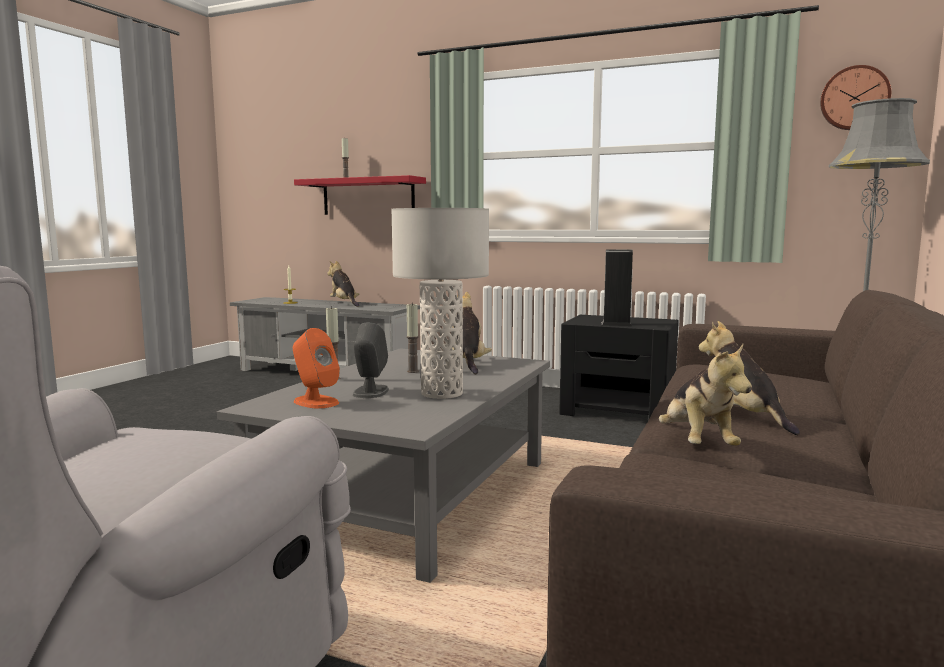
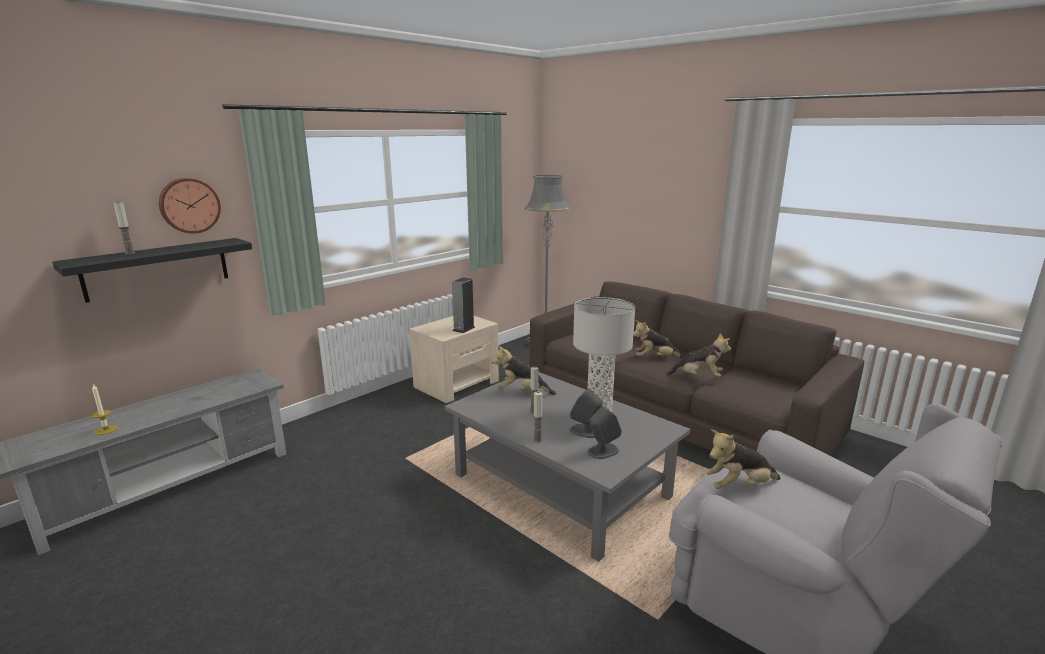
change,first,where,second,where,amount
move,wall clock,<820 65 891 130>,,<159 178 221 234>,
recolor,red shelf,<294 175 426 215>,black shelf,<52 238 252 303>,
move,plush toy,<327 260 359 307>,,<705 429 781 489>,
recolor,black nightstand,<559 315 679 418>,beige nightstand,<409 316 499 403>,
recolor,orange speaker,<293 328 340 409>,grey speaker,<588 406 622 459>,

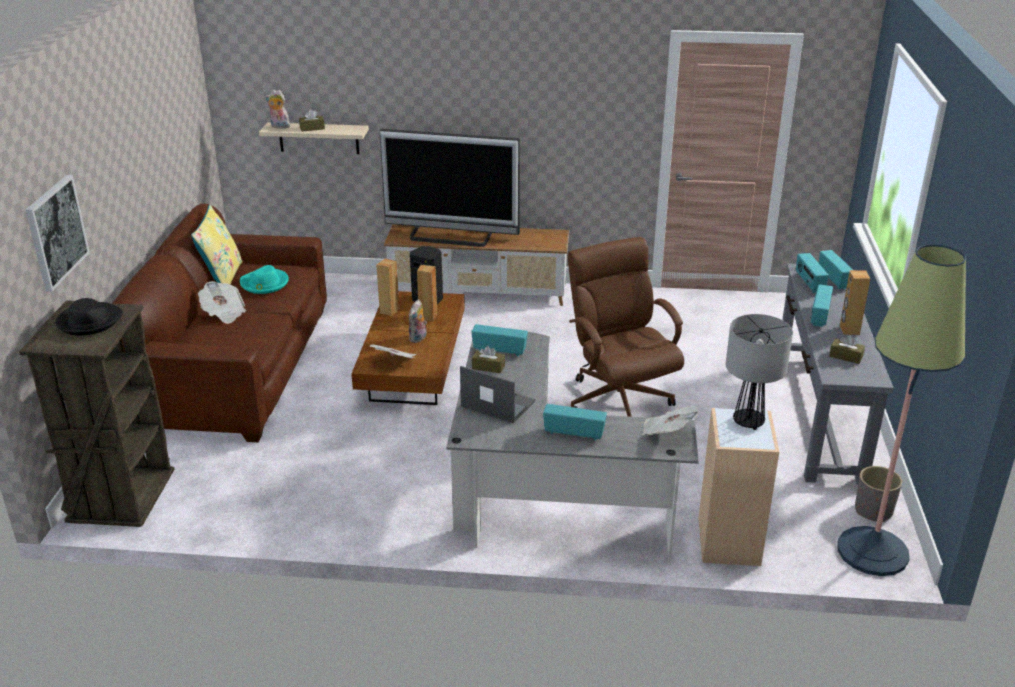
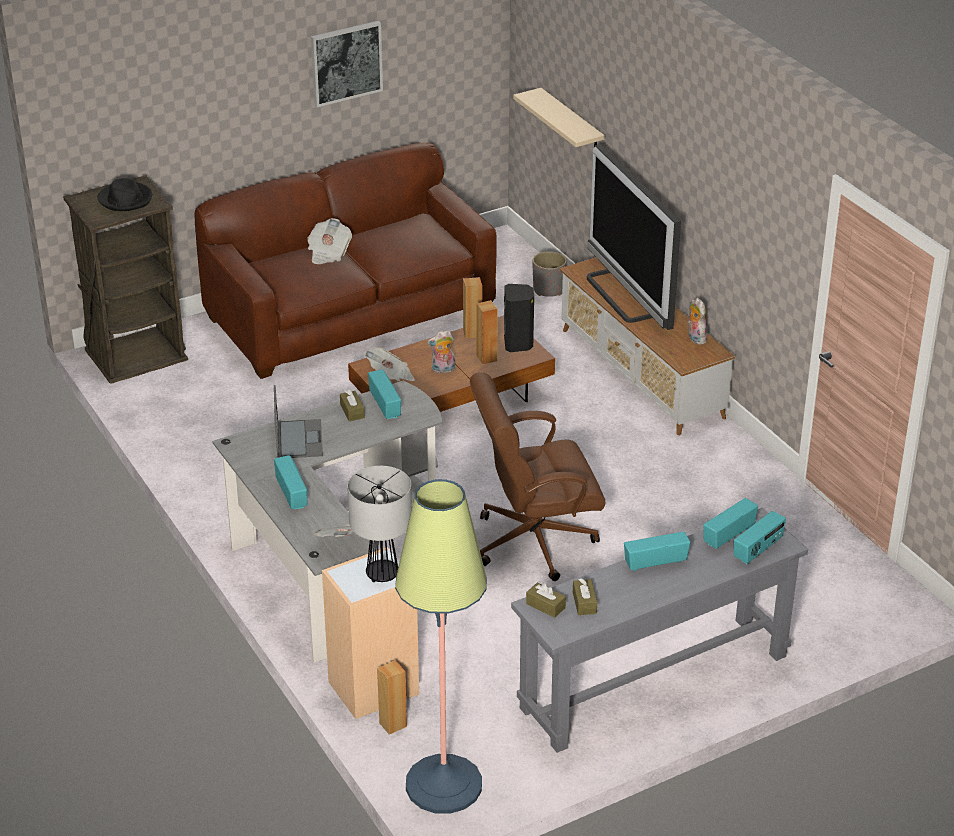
change,first,where,second,where,amount
move,plush toy,<265 90 290 129>,,<687 298 707 345>,
move,brown tissue box,<299 109 325 132>,,<526 583 566 618>,
move,picture,<26 175 90 292>,,<311 21 383 107>,
delete,yellow pillow,<191 205 243 284>,,,
rotate,brown office chair,<568 237 684 417>,,<470 372 606 581>,135 degrees counterclockwise
delete,turquoise hat,<240 265 289 294>,,,
move,brown speaker,<840 270 871 335>,,<377 660 407 734>,
move,grey planter,<855 466 902 522>,,<533 251 567 297>,

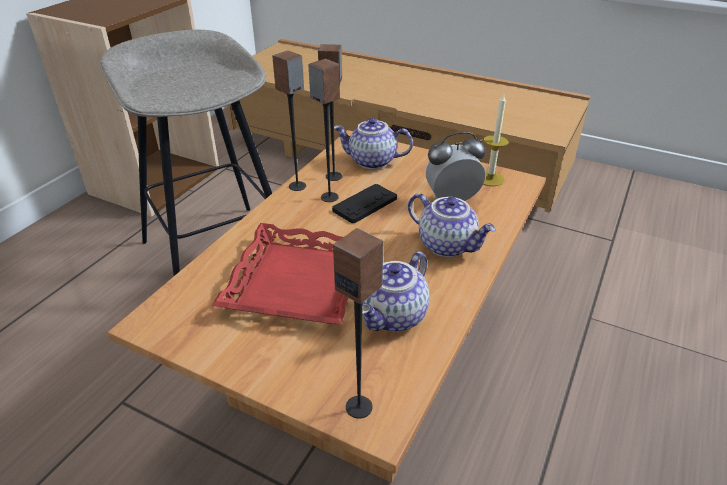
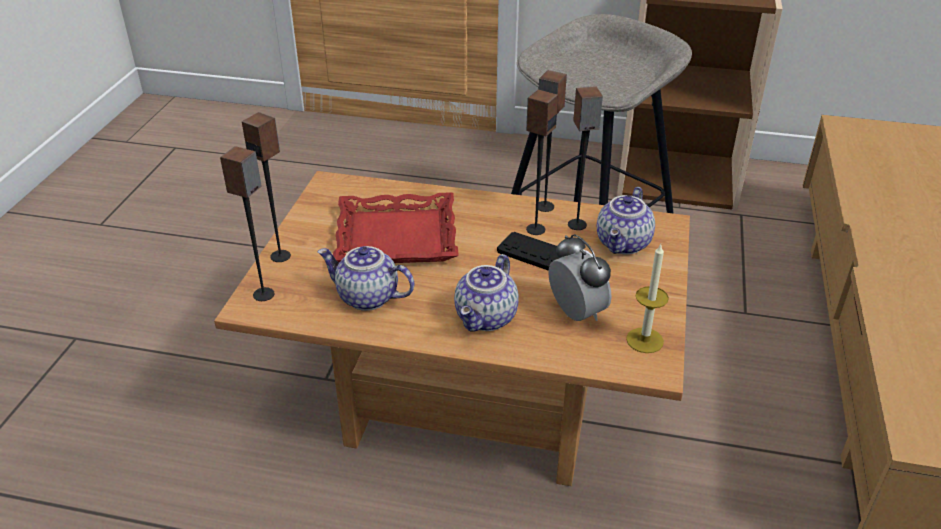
change,first,where,second,where,amount
rotate,teapot,<334 118 413 169>,,<597 187 655 255>,150 degrees counterclockwise
insert,,,speaker,<242 112 291 262>,

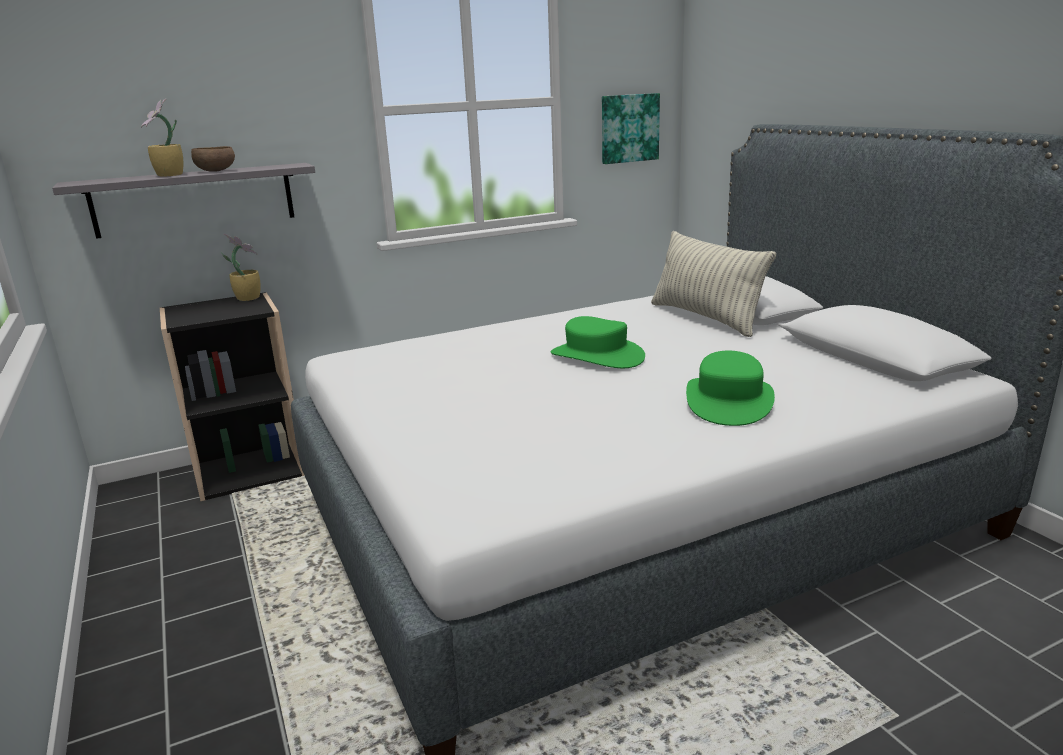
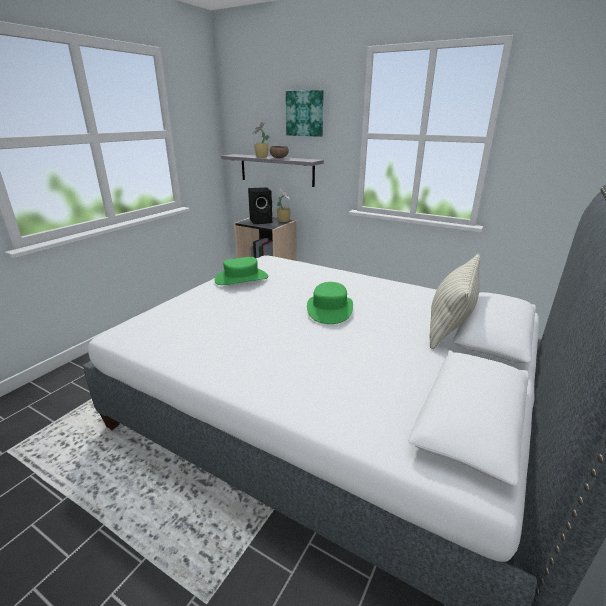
change,first,where,second,where,amount
move,picture,<602 93 660 164>,,<286 90 324 137>,
move,green hat,<686 351 775 426>,,<214 257 268 285>,
insert,,,black speaker,<248 187 272 224>,

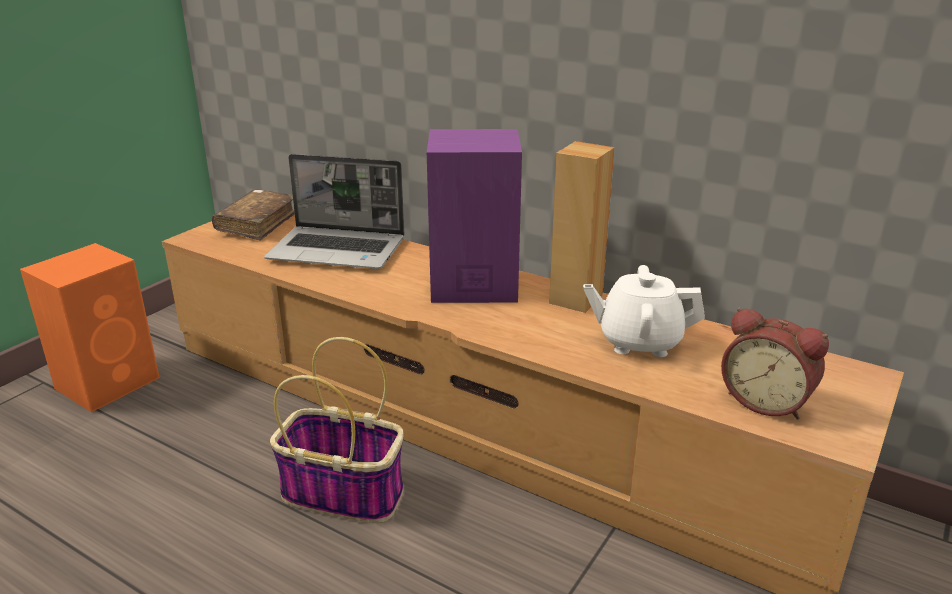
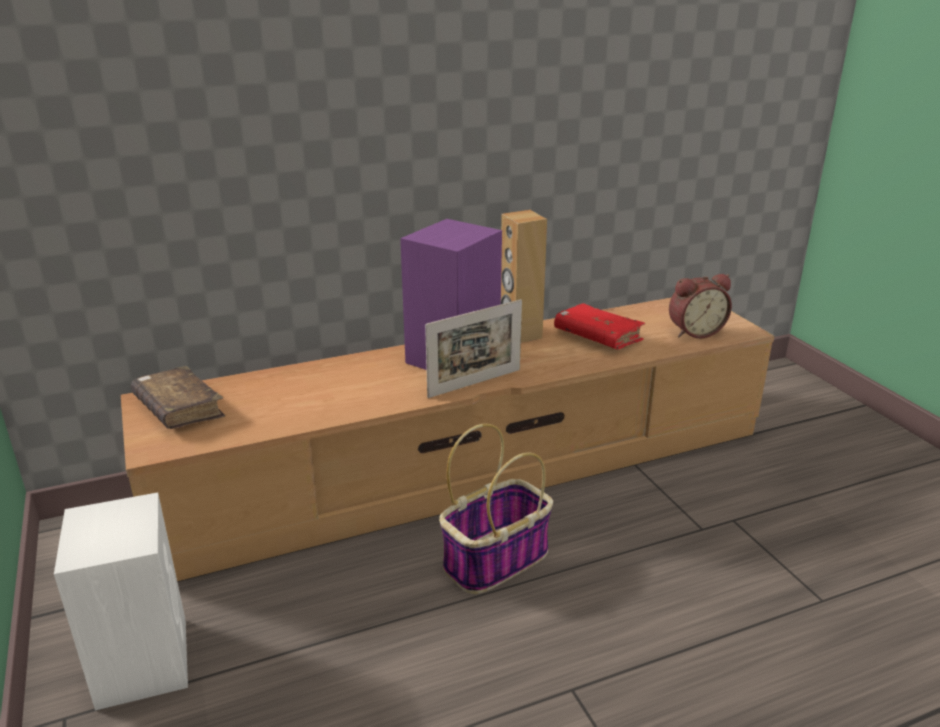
change,first,where,second,where,amount
delete,laptop,<264 154 404 269>,,,
recolor,orange speaker,<20 243 160 412>,white speaker,<54 492 188 711>,
replace,white teapot,<583 265 705 357>,red book,<554 303 645 349>,
insert,,,picture frame,<425 299 522 398>,

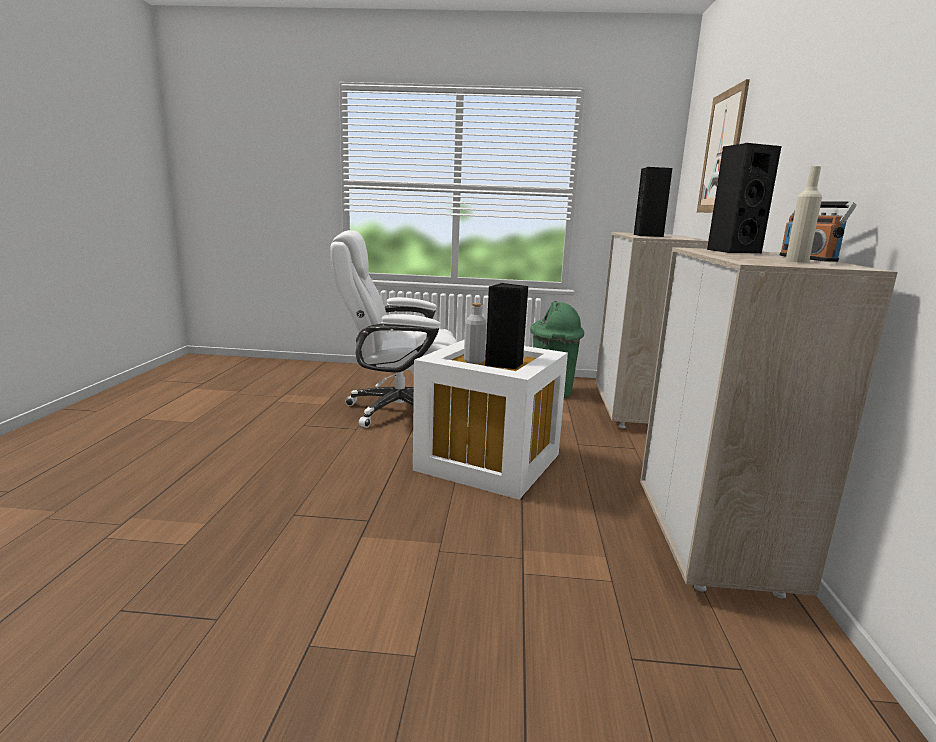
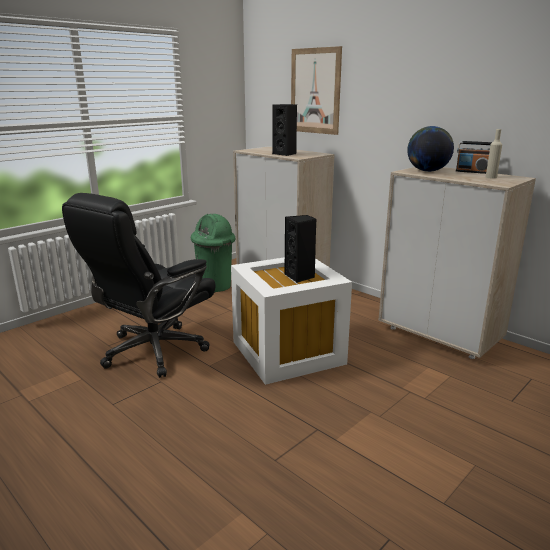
change,first,where,second,where,amount
replace,black speaker,<707 143 782 253>,globe,<407 126 454 172>,
recolor,white office chair,<330 230 457 428>,black office chair,<62 193 215 378>,
delete,grey bottle,<464 303 487 364>,,,

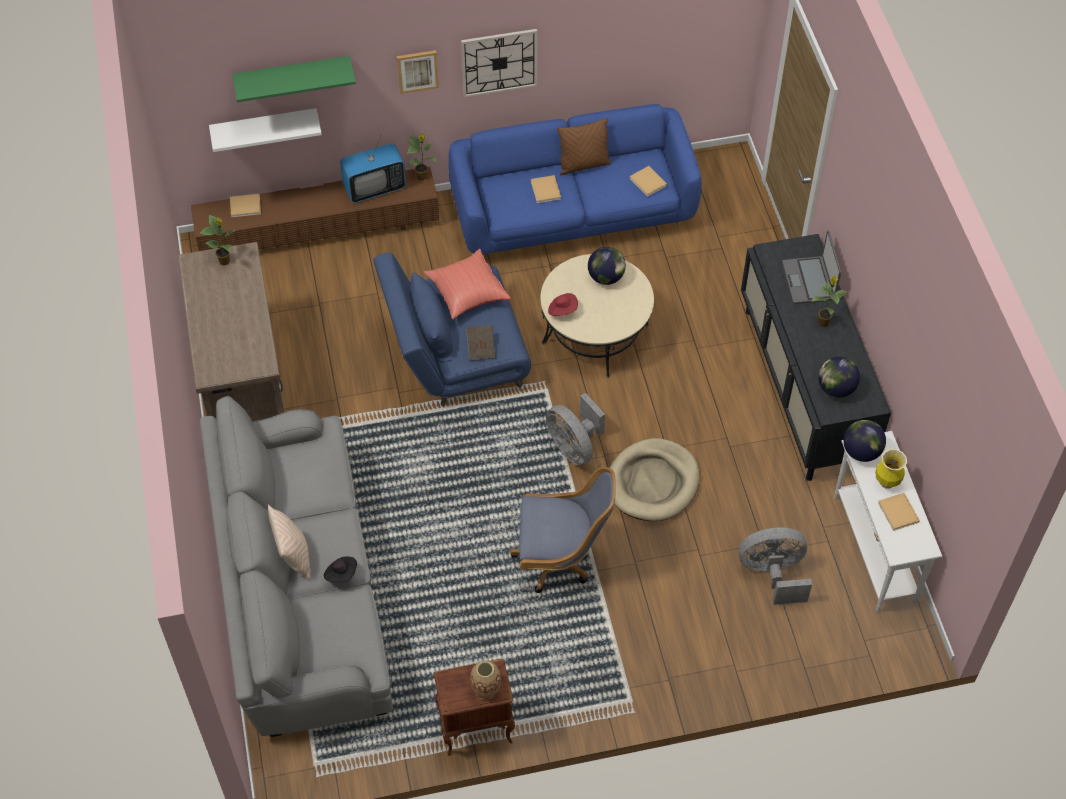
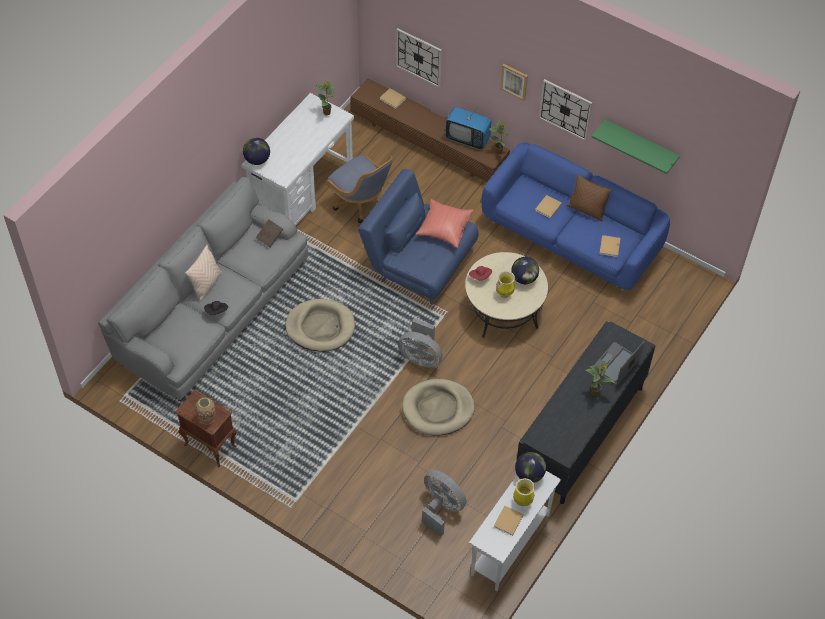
change,first,where,second,where,amount
move,green shelf,<232 56 356 102>,,<592 119 680 174>,
replace,white shelf,<209 108 322 152>,wall clock,<396 28 442 88>,
recolor,brown desk,<178 242 285 421>,white desk,<241 93 354 226>,
move,brown book,<466 325 496 360>,,<256 219 283 248>,
move,globe,<818 357 860 398>,,<243 138 270 165>,
rotate,grey fan,<546 393 605 466>,,<398 318 443 367>,75 degrees counterclockwise
move,blue office chair,<510 467 616 593>,,<326 155 393 223>,
insert,,,vase,<496 271 515 298>,
insert,,,beige dog bed,<285 299 355 352>,

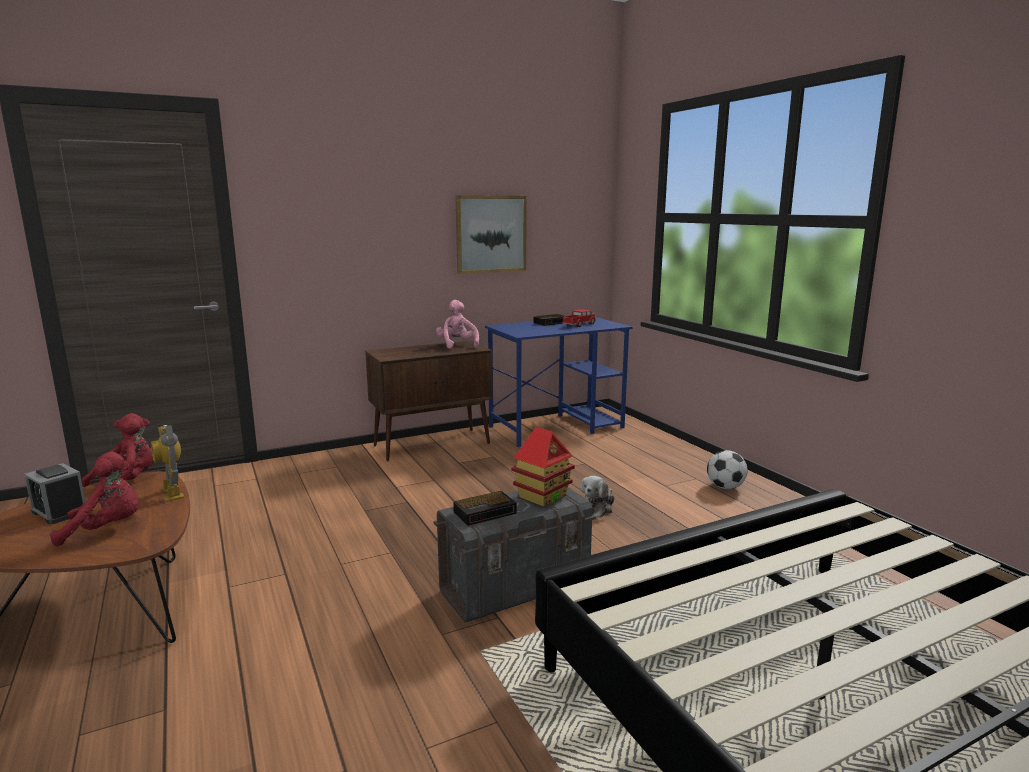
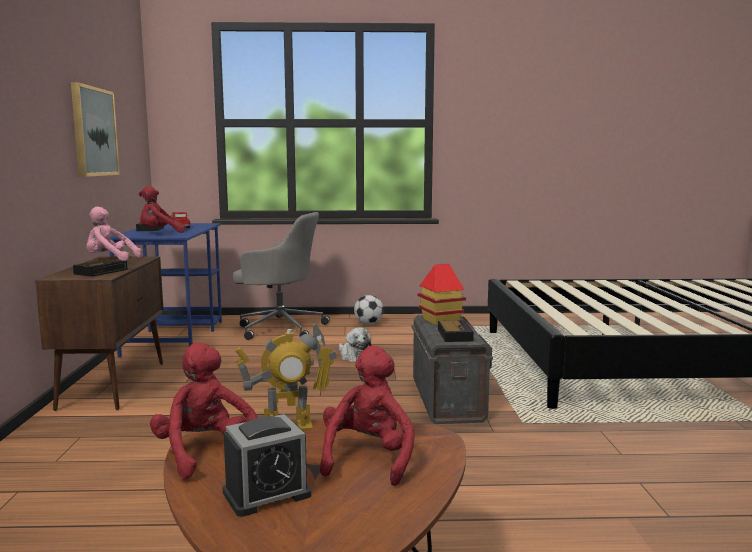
change,first,where,second,where,amount
insert,,,red plush toy,<139 186 184 233>,
insert,,,grey office chair,<233 212 330 340>,
insert,,,alarm clock,<73 259 128 277>,

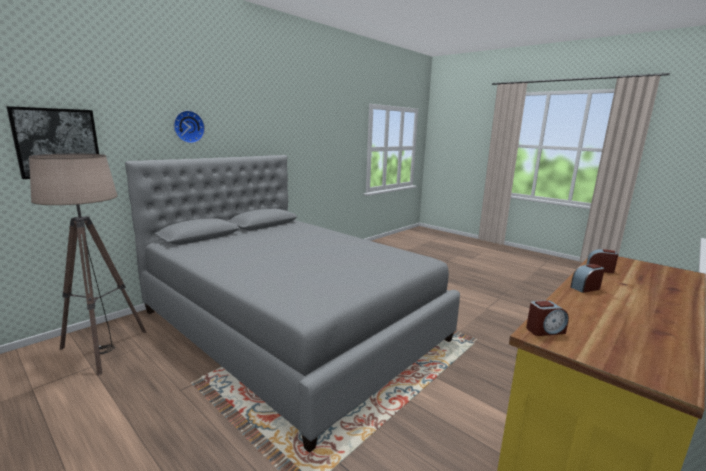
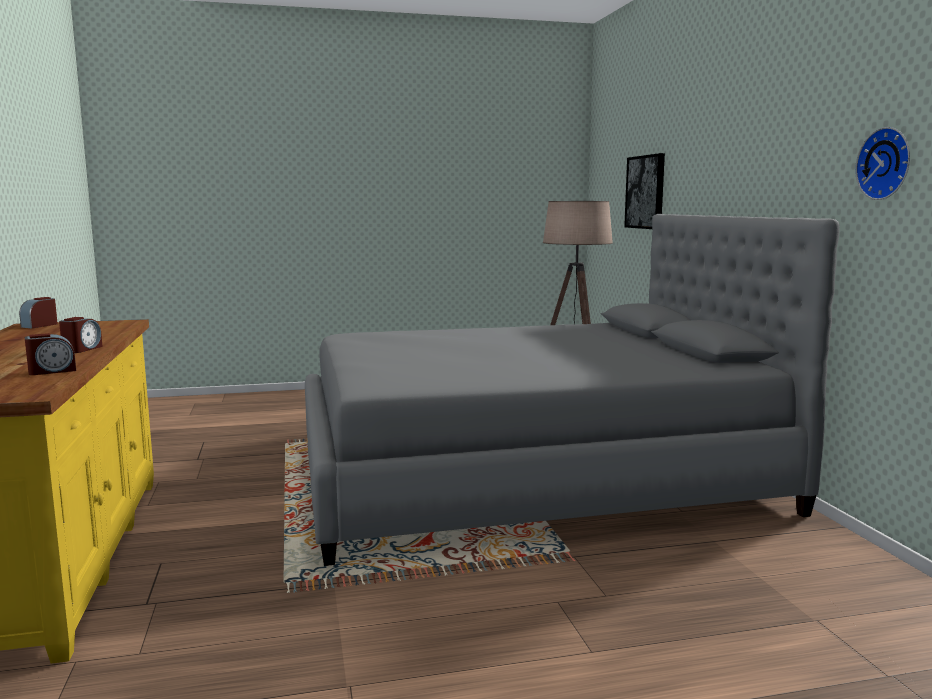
change,first,where,second,where,amount
move,wall clock,<174 110 205 143>,,<855 127 910 200>,
move,alarm clock,<526 300 569 336>,,<19 297 58 329>,

